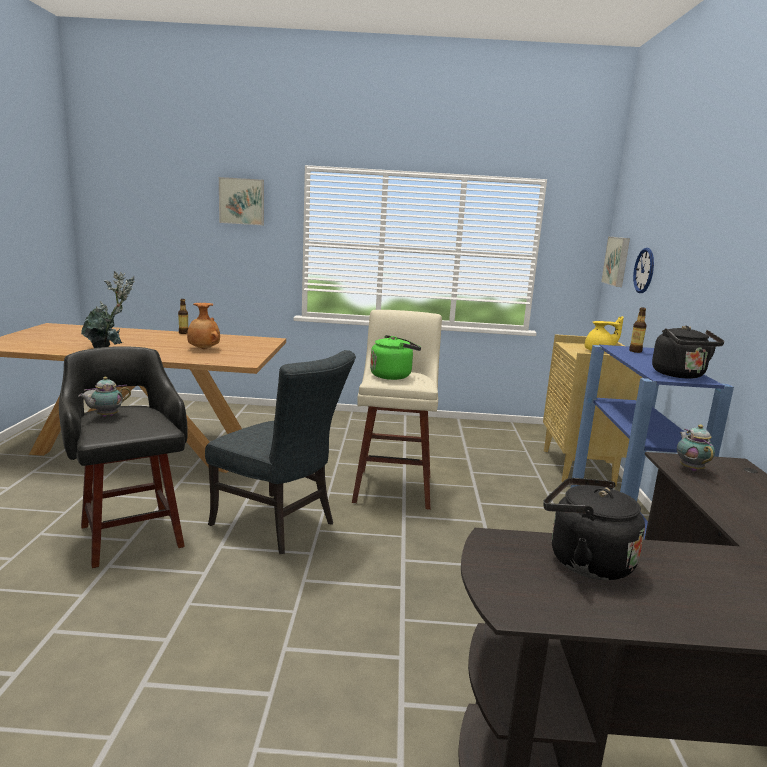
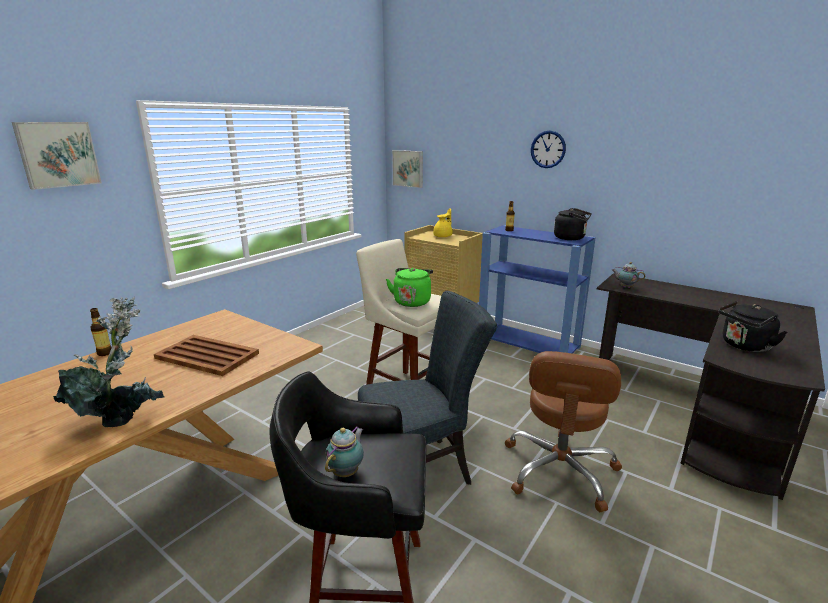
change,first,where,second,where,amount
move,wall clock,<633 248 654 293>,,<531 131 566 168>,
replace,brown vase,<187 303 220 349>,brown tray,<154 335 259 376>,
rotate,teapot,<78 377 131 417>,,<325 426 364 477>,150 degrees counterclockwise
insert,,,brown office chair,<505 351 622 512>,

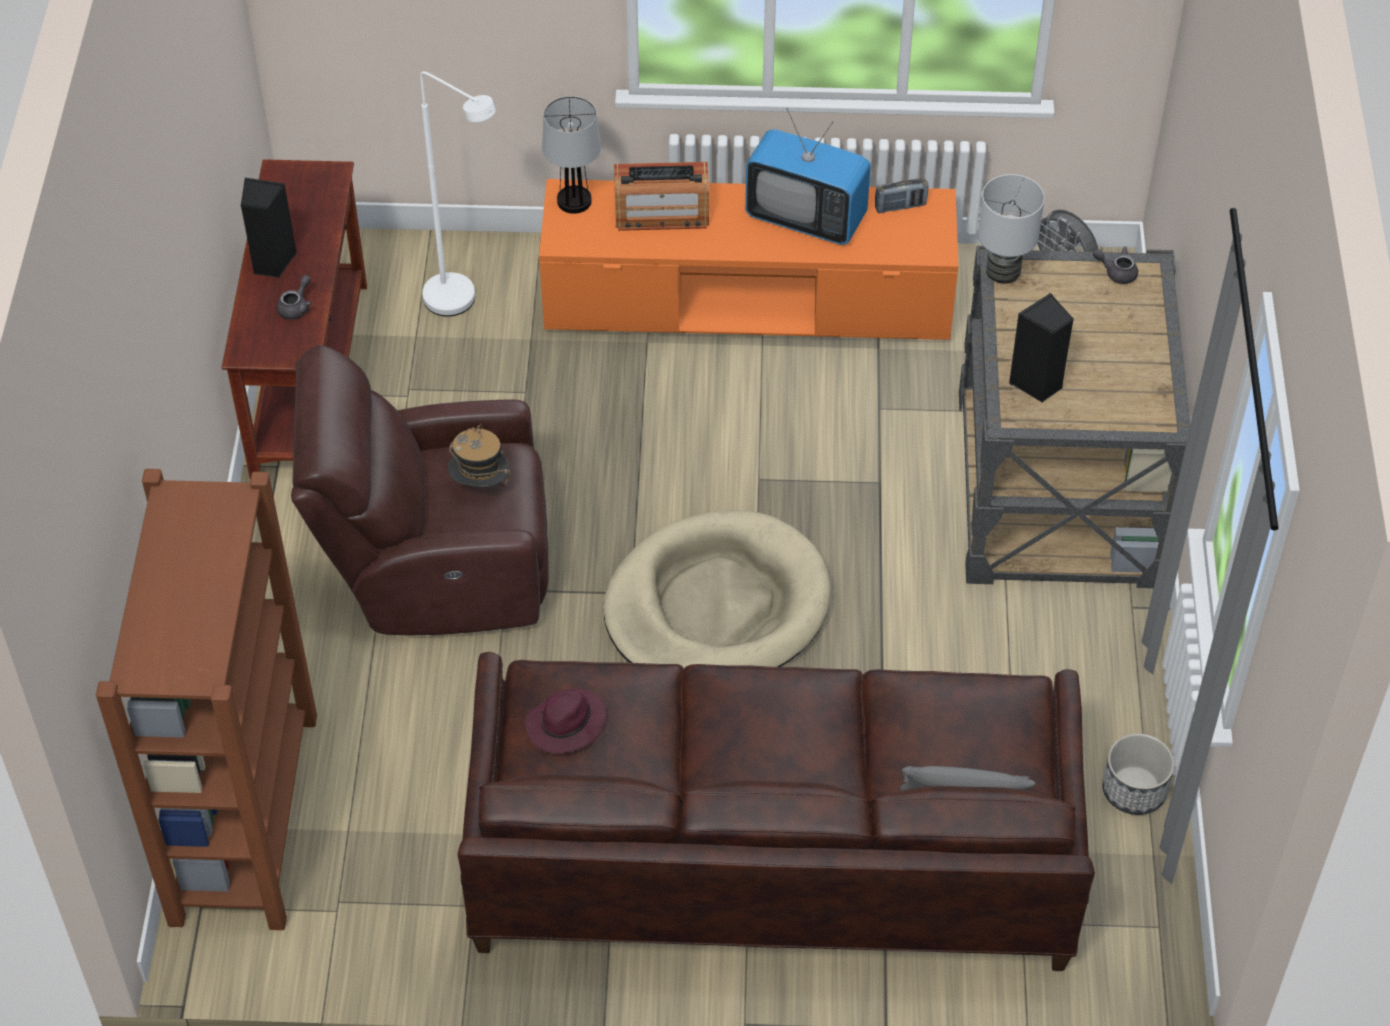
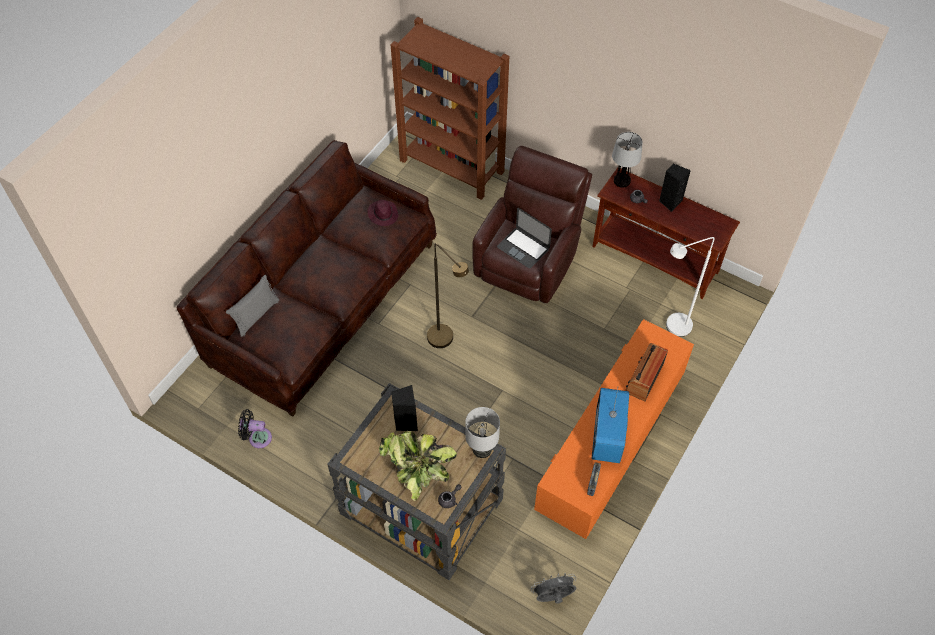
change,first,where,second,where,amount
move,table lamp,<542 96 601 214>,,<612 132 643 188>,
rotate,television,<745 108 871 245>,,<592 388 629 463>,45 degrees counterclockwise
replace,hat,<448 423 511 487>,laptop,<497 208 552 268>,
replace,beige dog bed,<604 510 831 668>,brown floor lamp,<427 243 469 348>,
replace,planter,<1102 733 1175 815>,black fan,<238 409 272 448>,
insert,,,potted plant,<379 431 457 501>,

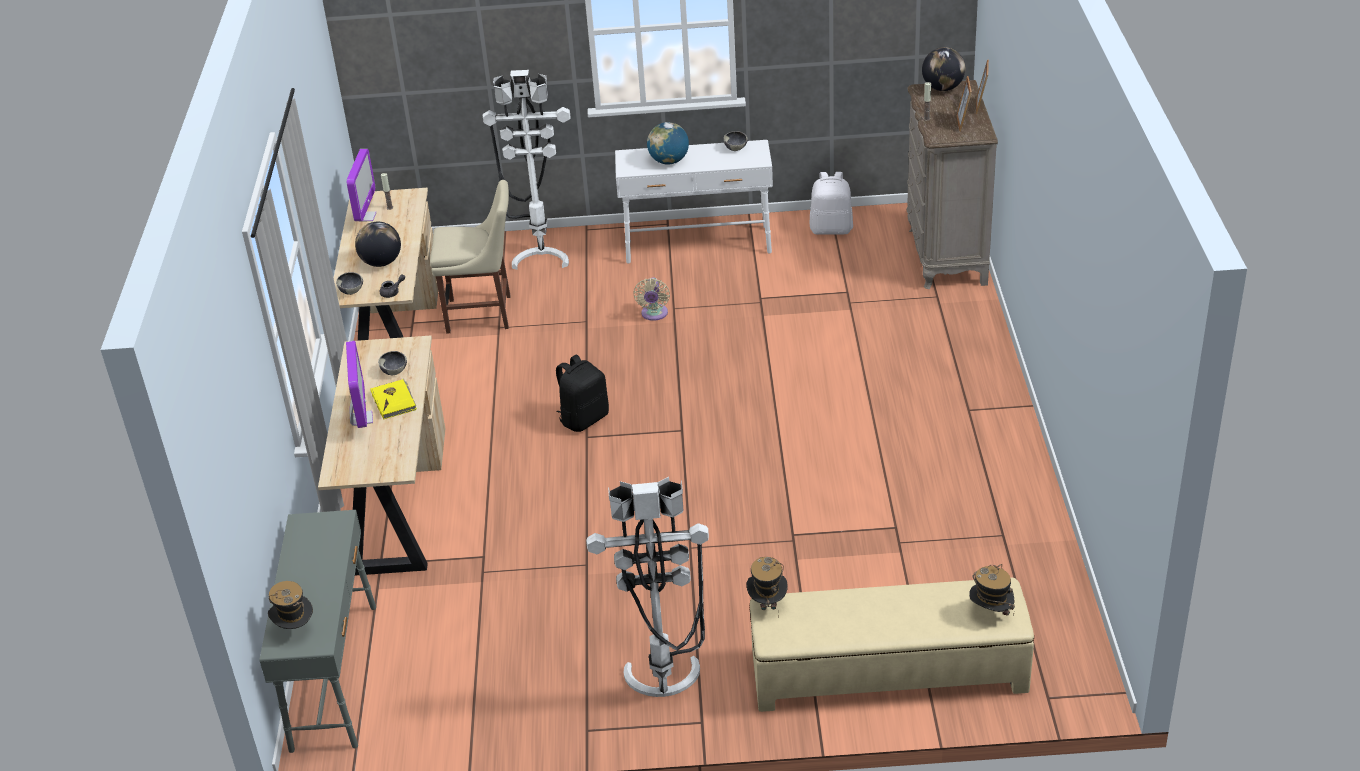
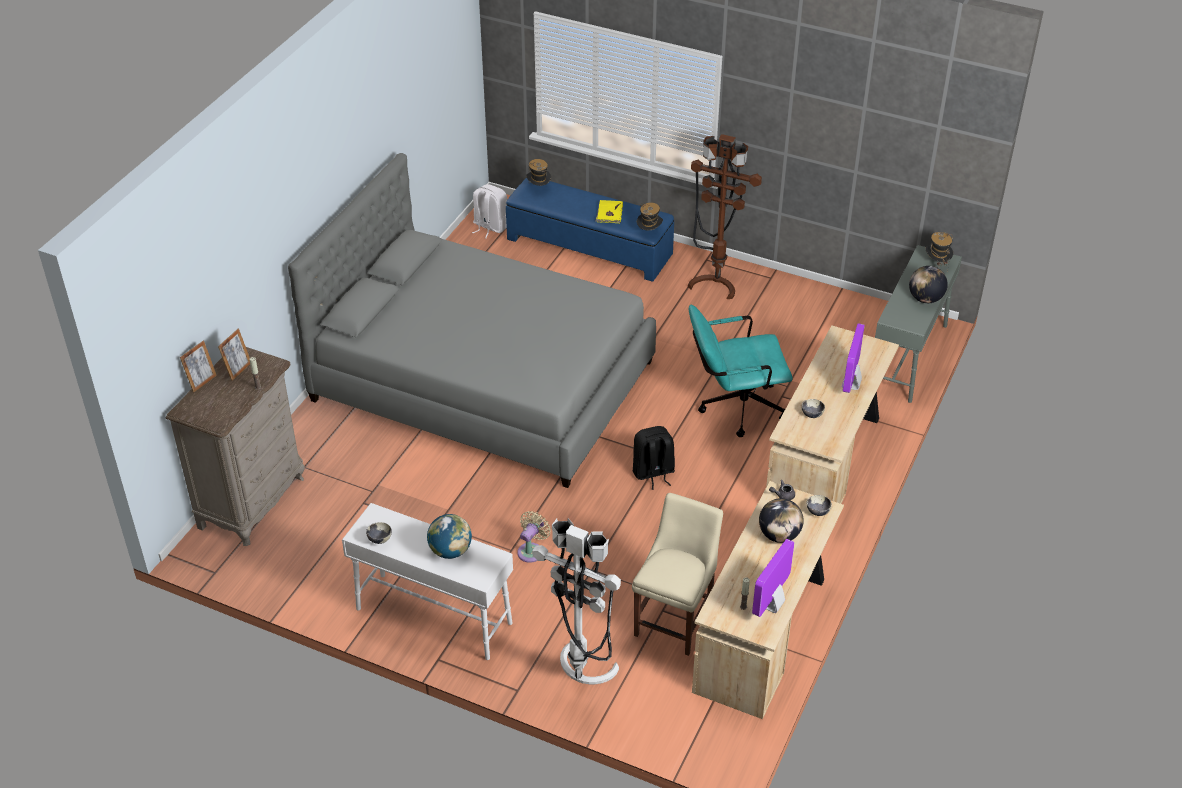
change,first,where,second,where,amount
move,globe,<922 47 966 91>,,<909 266 948 303>,
move,white backpack,<810 172 853 234>,,<472 184 507 238>,
rotate,beige chair,<430 180 511 334>,,<632 493 723 656>,90 degrees clockwise
move,yellow book,<370 379 417 419>,,<595 200 623 223>,
recolor,white floor lamp,<586 477 709 697>,brown floor lamp,<688 134 762 299>,
recolor,beige bench,<749 578 1034 712>,blue bench,<506 178 674 282>,
insert,,,grey bed,<288 153 656 488>,
insert,,,turquoise office chair,<689 305 793 437>,

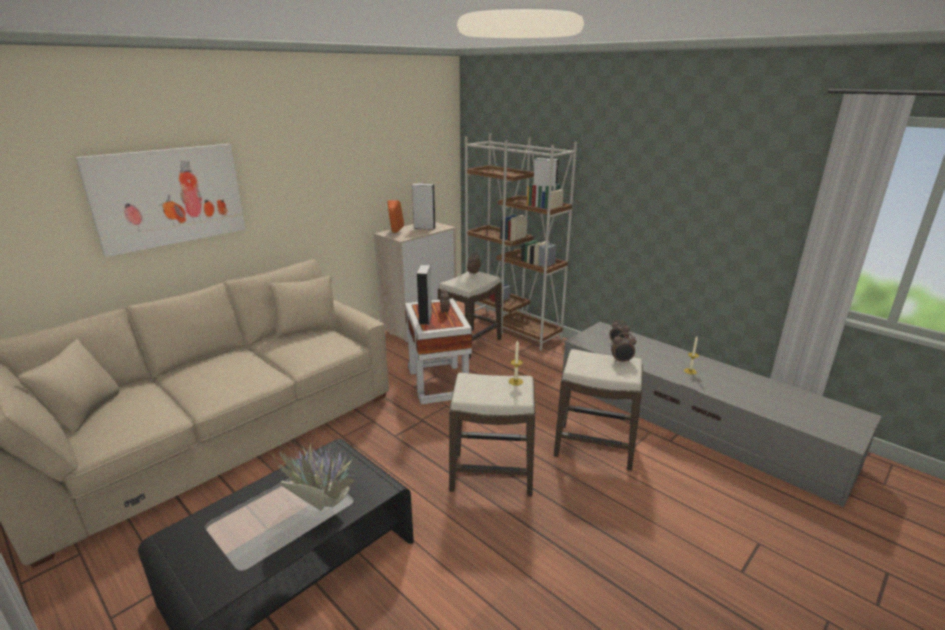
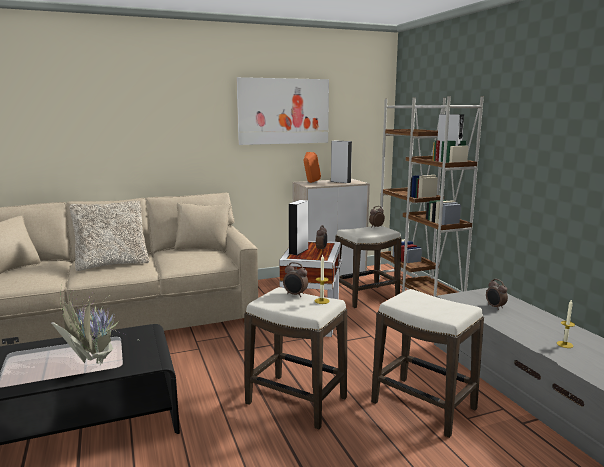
change,first,where,second,where,amount
move,picture,<75 144 246 257>,,<236 77 329 145>,
move,alarm clock,<611 333 636 363>,,<283 262 308 297>,
insert,,,beige pillow,<70 201 149 271>,

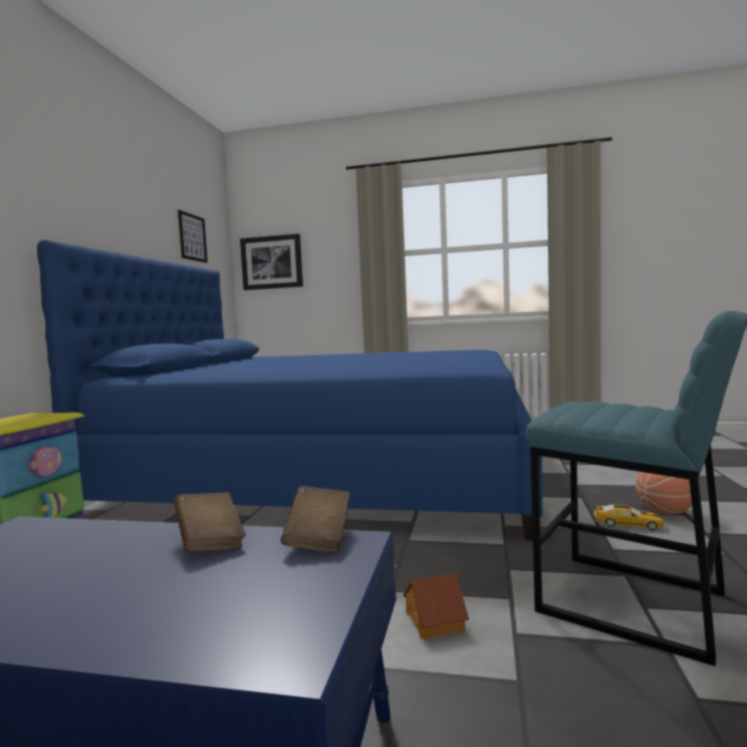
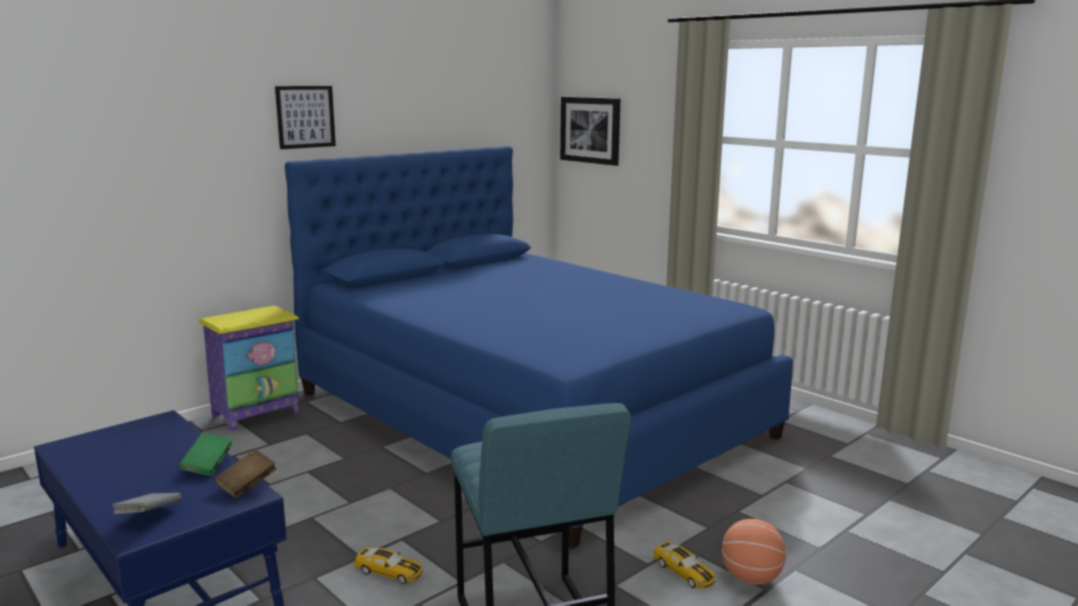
change,first,where,second,where,amount
move,picture,<178 210 208 263>,,<275 86 336 149>,
recolor,brown book,<174 493 246 552>,green book,<179 432 233 476>,
replace,toy house,<403 573 469 639>,toy car,<354 547 423 584>,
insert,,,grey book,<112 493 182 514>,

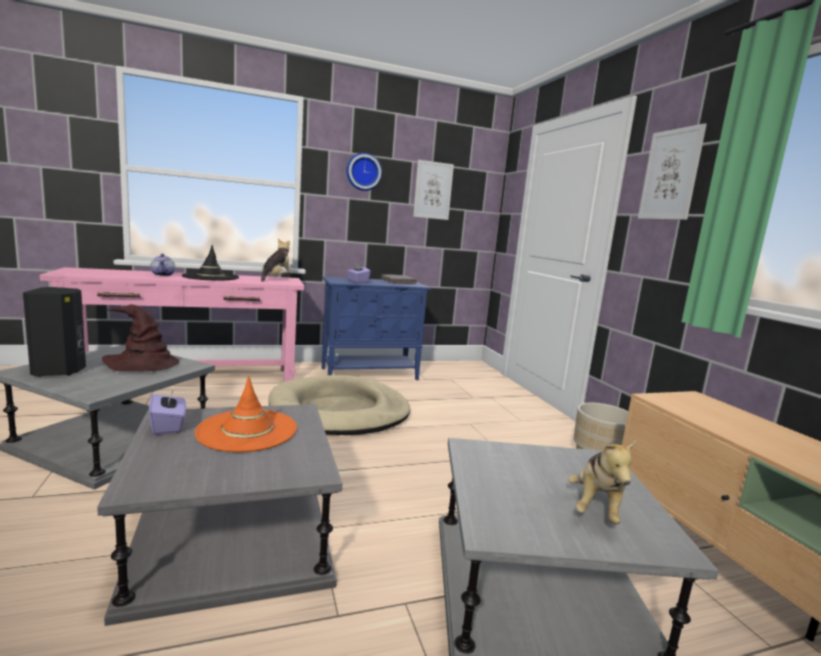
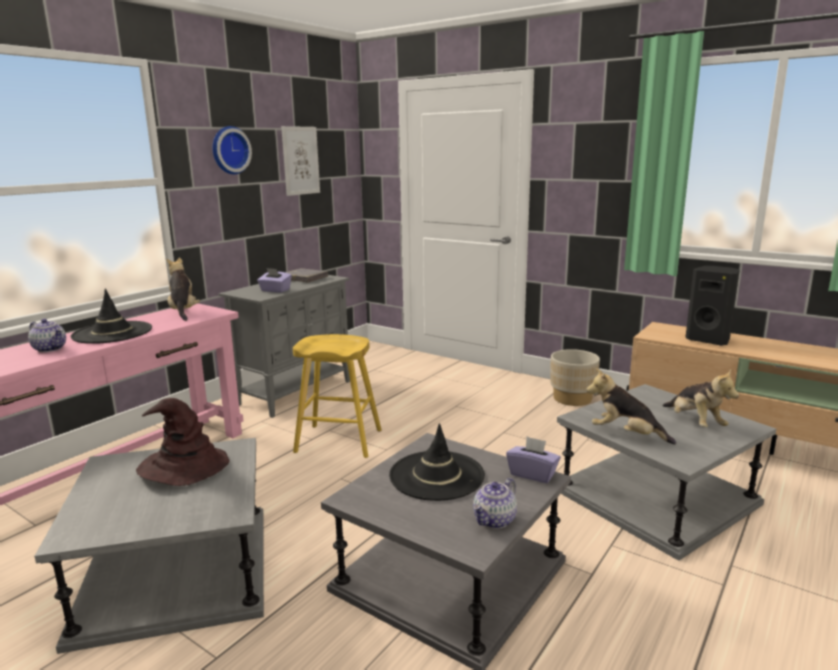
change,first,where,second,where,amount
delete,picture,<638 123 707 220>,,,
recolor,blue cabinet,<322 277 431 380>,grey cabinet,<219 275 350 418>,
move,black speaker,<23 287 86 377>,,<685 266 739 346>,
replace,beige dog bed,<268 375 410 435>,yellow stool,<293 334 381 458>,
recolor,orange hat,<195 376 297 452>,black hat,<389 423 485 501>,
move,purple tissue box,<149 386 186 435>,,<506 437 561 483>,
insert,,,plush toy,<586 368 676 444>,
insert,,,teapot,<473 478 517 529>,

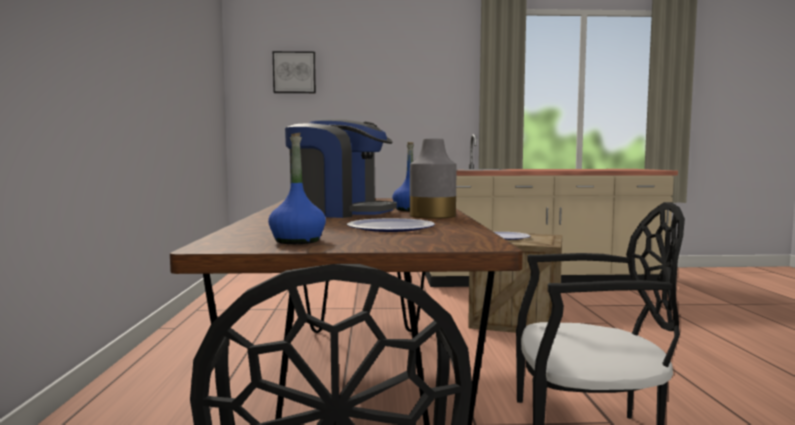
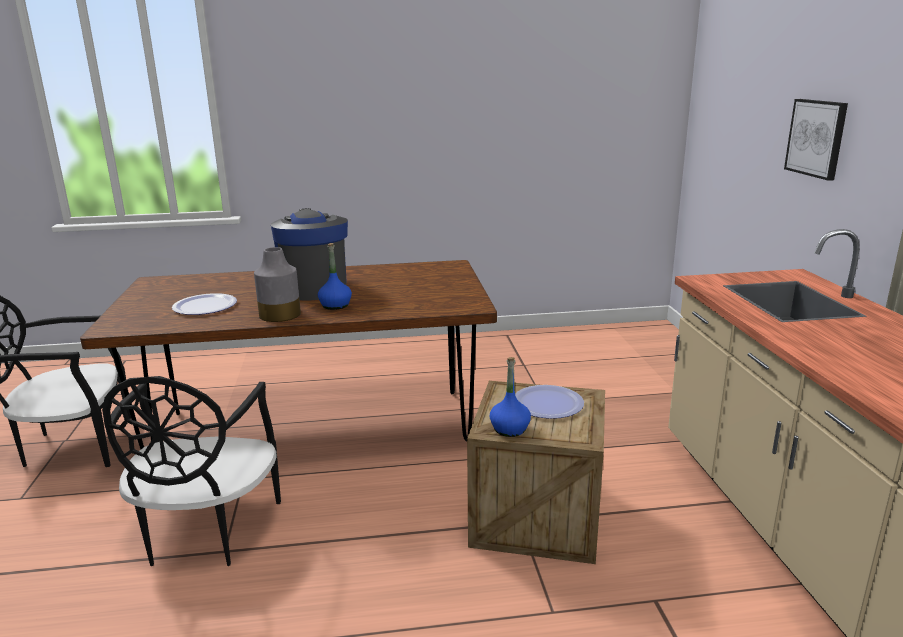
change,first,where,second,where,amount
move,picture,<273 51 316 93>,,<784 99 848 181>,
rotate,coffee machine,<285 119 397 218>,,<271 208 348 301>,150 degrees clockwise
move,blue bottle,<268 132 326 244>,,<490 357 531 437>,

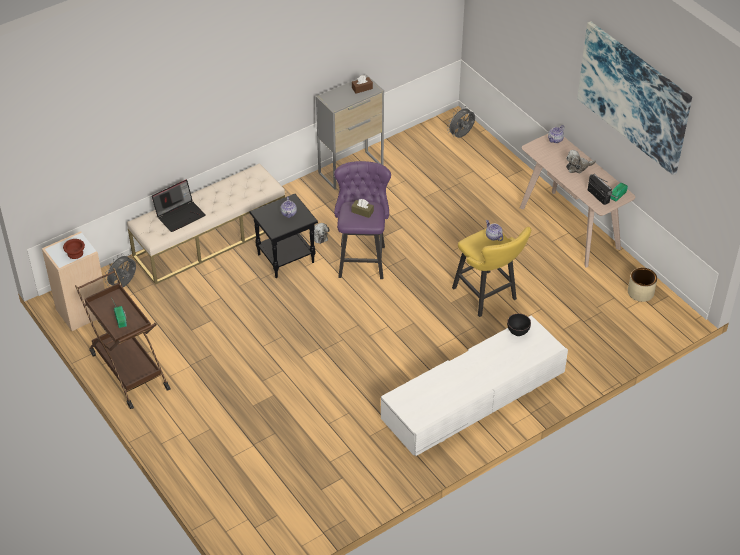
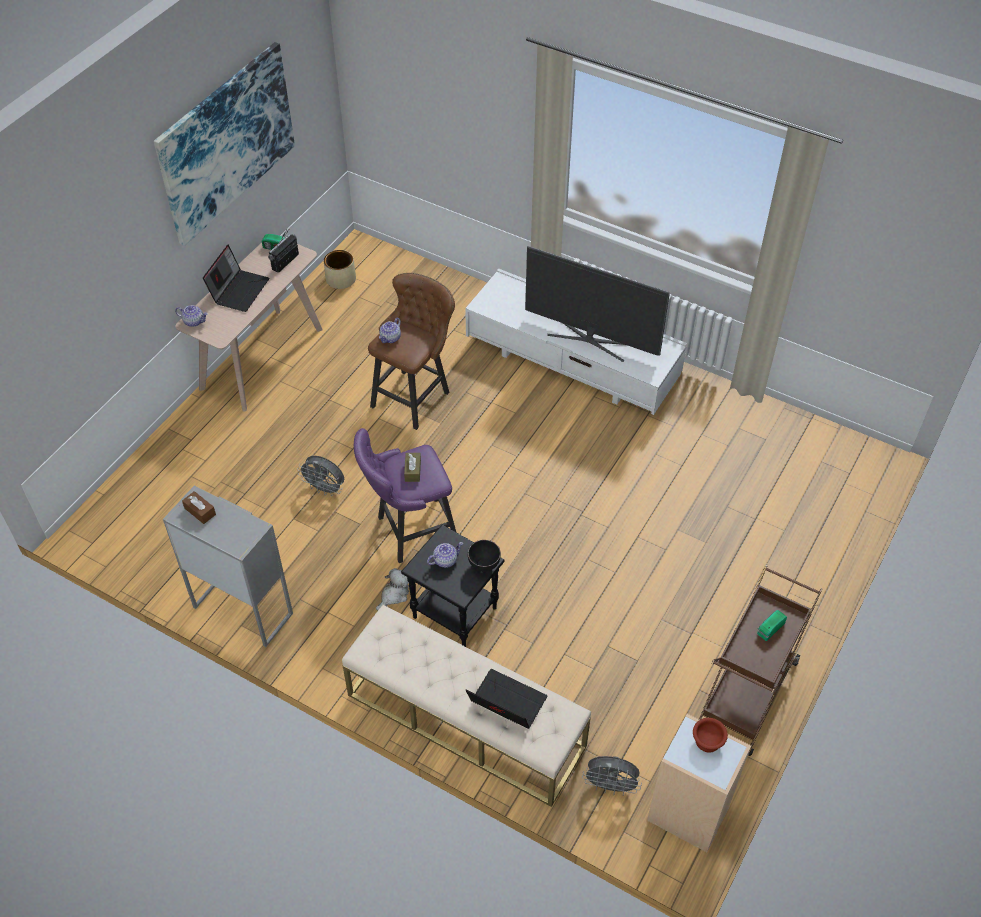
change,first,where,second,where,amount
move,grey fan,<447 106 475 138>,,<297 456 344 496>,
replace,plush toy,<566 150 596 173>,laptop,<203 245 269 312>,
recolor,yellow stool,<452 227 531 317>,brown stool,<368 273 455 430>,
move,black bowl,<507 313 531 336>,,<468 540 501 572>,
insert,,,television,<525 246 670 362>,

